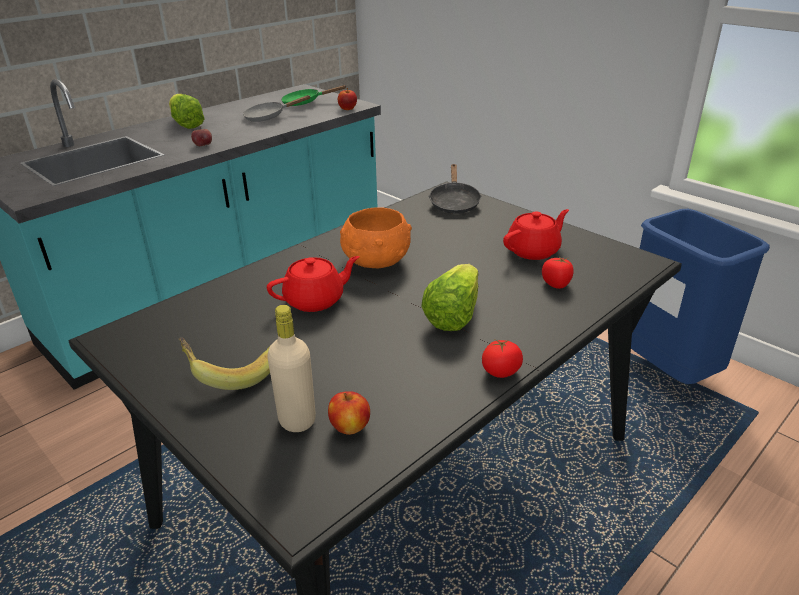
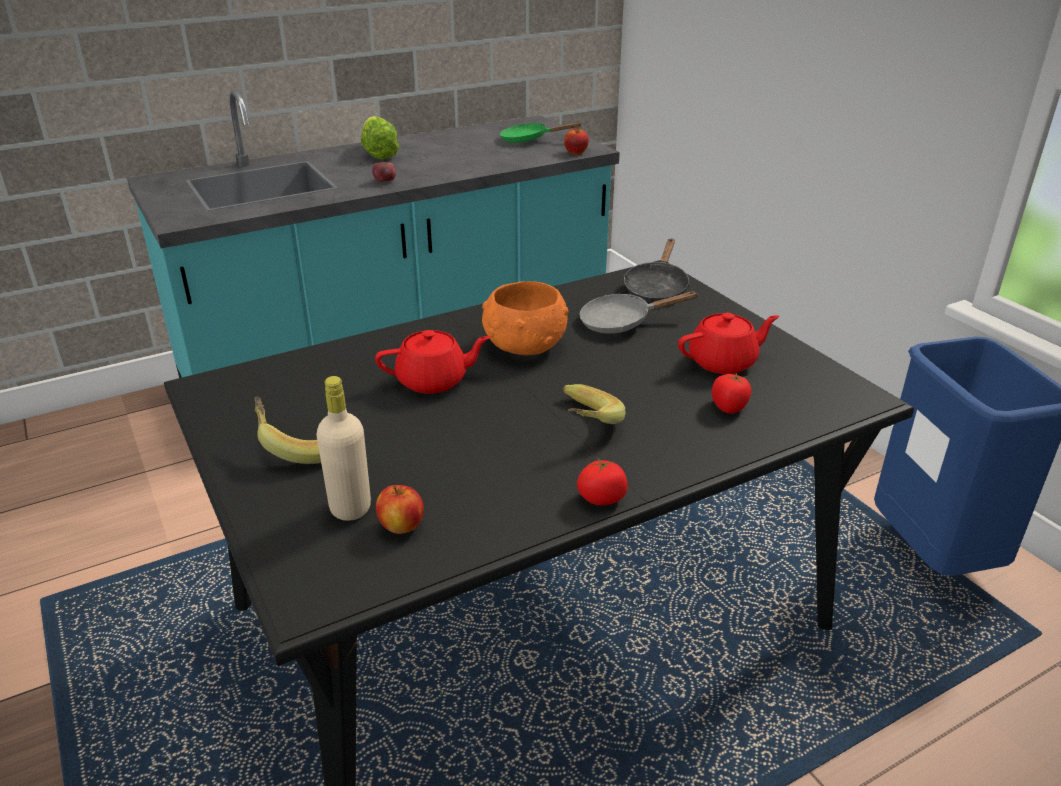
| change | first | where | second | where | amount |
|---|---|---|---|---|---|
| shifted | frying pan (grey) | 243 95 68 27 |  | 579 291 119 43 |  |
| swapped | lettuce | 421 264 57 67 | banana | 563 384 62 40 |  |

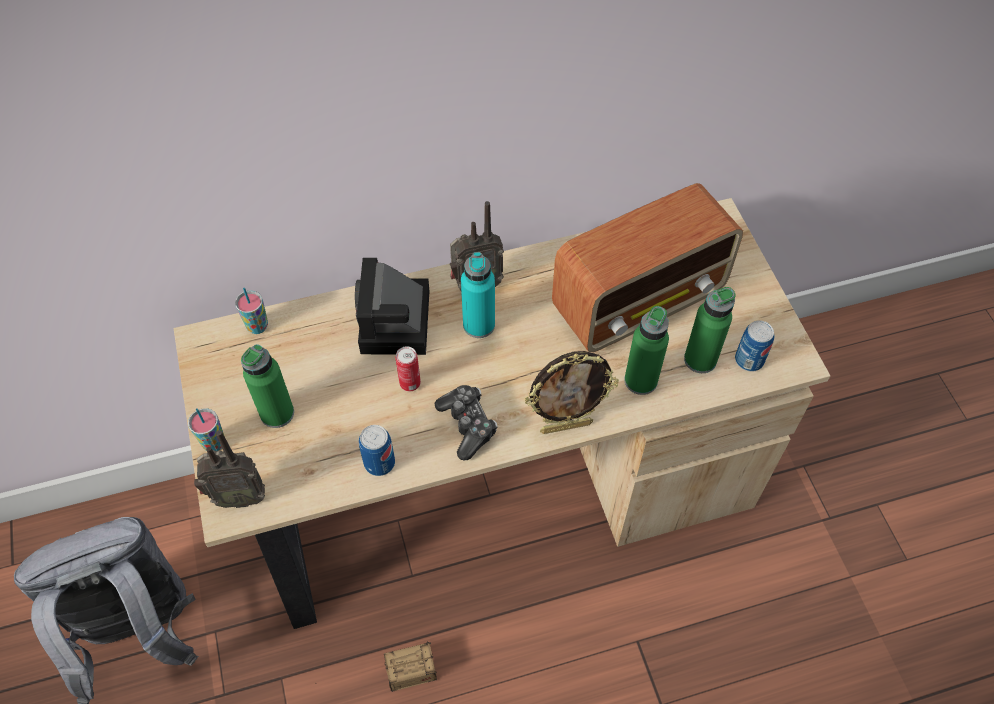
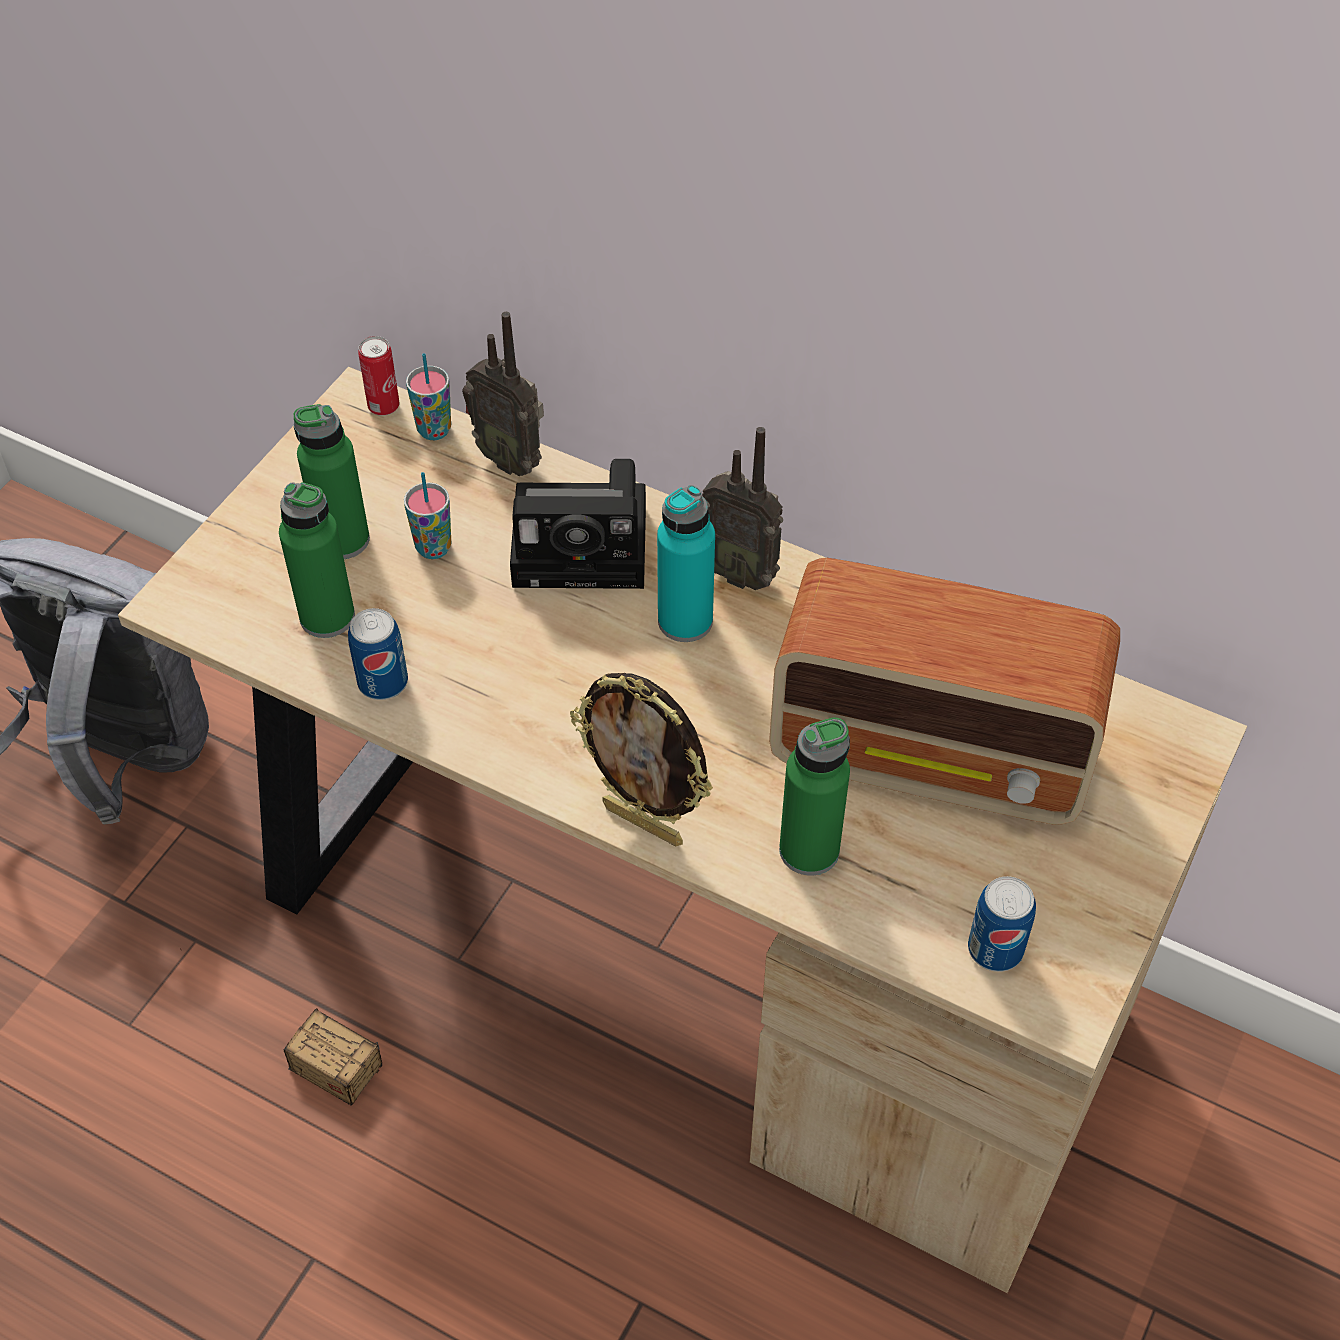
| change | first | where | second | where | amount |
|---|---|---|---|---|---|
| rotated | photo camera | 355 258 74 97 |  | 510 459 136 130 | 135 degrees counterclockwise |
| shifted | bottle (green) | 684 287 52 86 |  | 279 482 76 156 |  |
| shifted | can | 396 346 25 46 |  | 358 336 41 80 |  |
| gone | game controller | 434 385 63 75 |  |  |  |
| shifted | cup | 188 408 37 43 |  | 404 472 47 87 |  |
| shifted | radio | 194 430 71 78 |  | 462 312 82 164 |  |

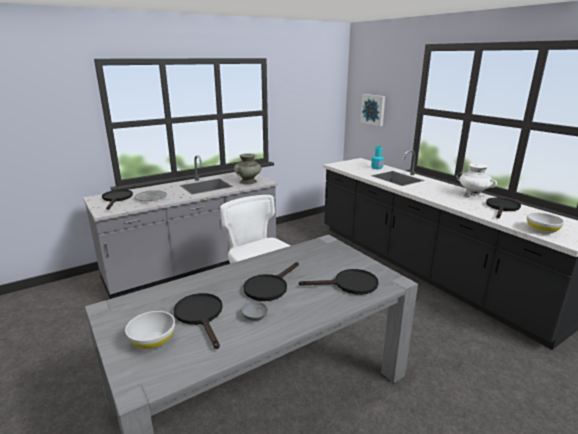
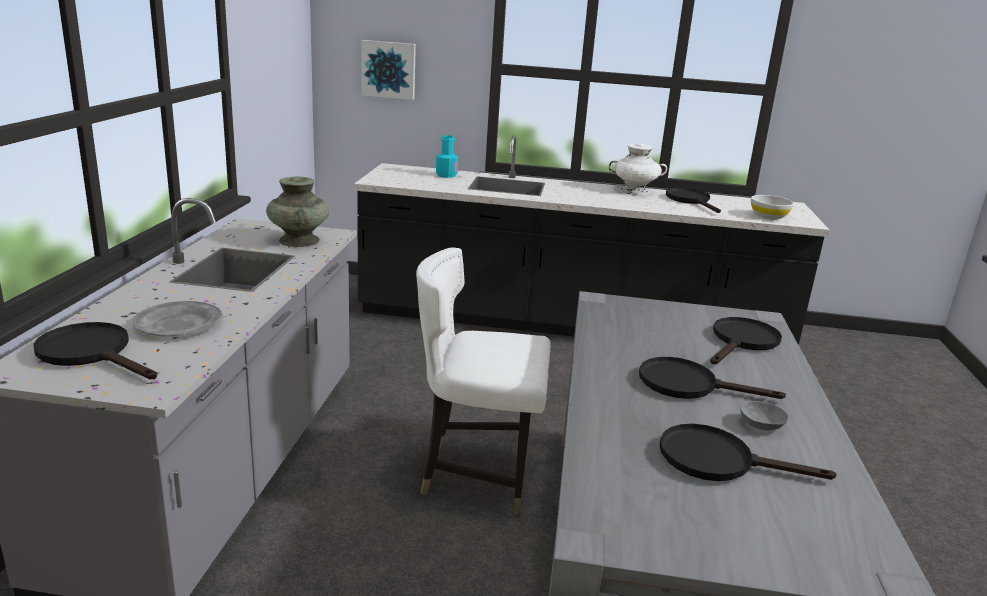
| change | first | where | second | where | amount |
|---|---|---|---|---|---|
| rotated | frying pan (black) | 243 262 56 39 |  | 639 357 147 42 | 120 degrees clockwise |
| gone | bowl (white) | 125 311 50 39 |  |  |  |

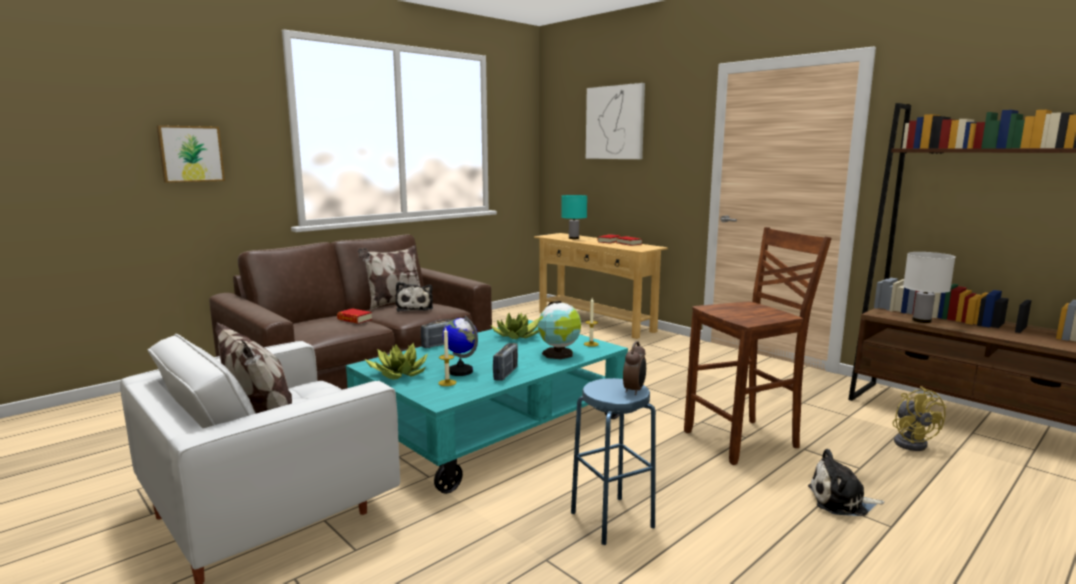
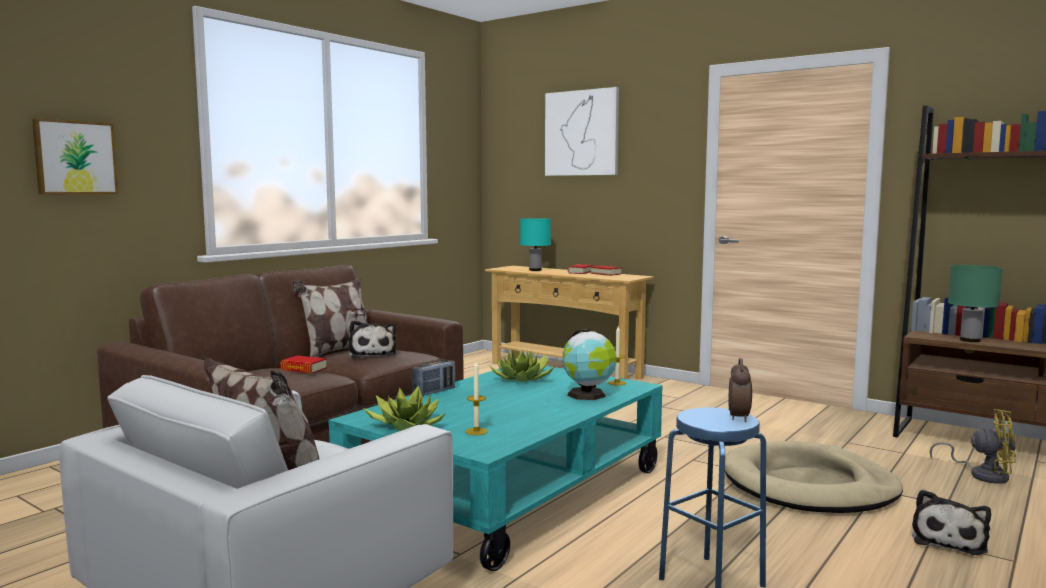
| change | first | where | second | where | amount |
|---|---|---|---|---|---|
| swapped | stool (brown) | 684 227 147 238 | dog bed (beige) | 725 441 178 72 |  |
| repainted | table lamp (white) | 903 252 53 71 | table lamp (green) | 948 265 55 77 |  |
| gone | globe | 442 316 36 60 |  |  |  |
| gone | radio | 493 343 25 38 |  |  |  |
| rotated | fan (yellow) | 892 386 54 65 |  | 930 409 86 75 | 45 degrees counterclockwise |
| rotated | plush toy | 808 449 76 67 |  | 912 489 79 66 | 60 degrees counterclockwise |

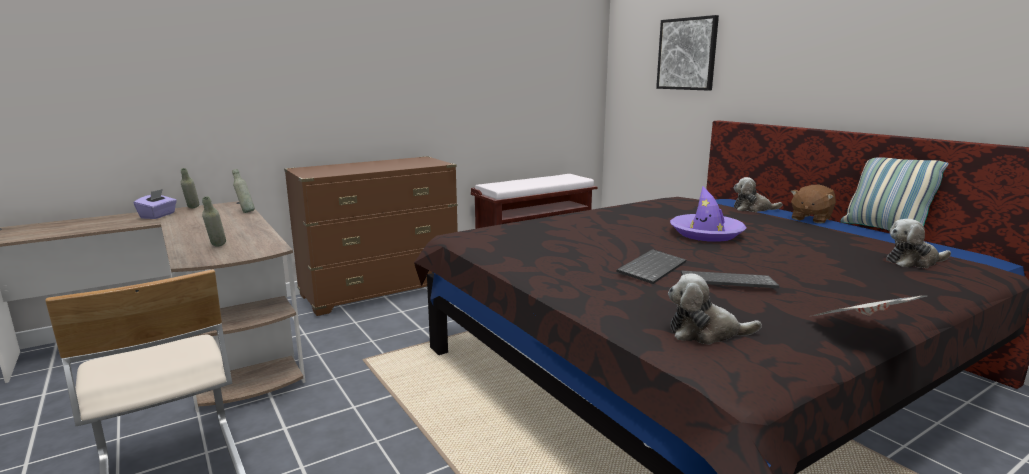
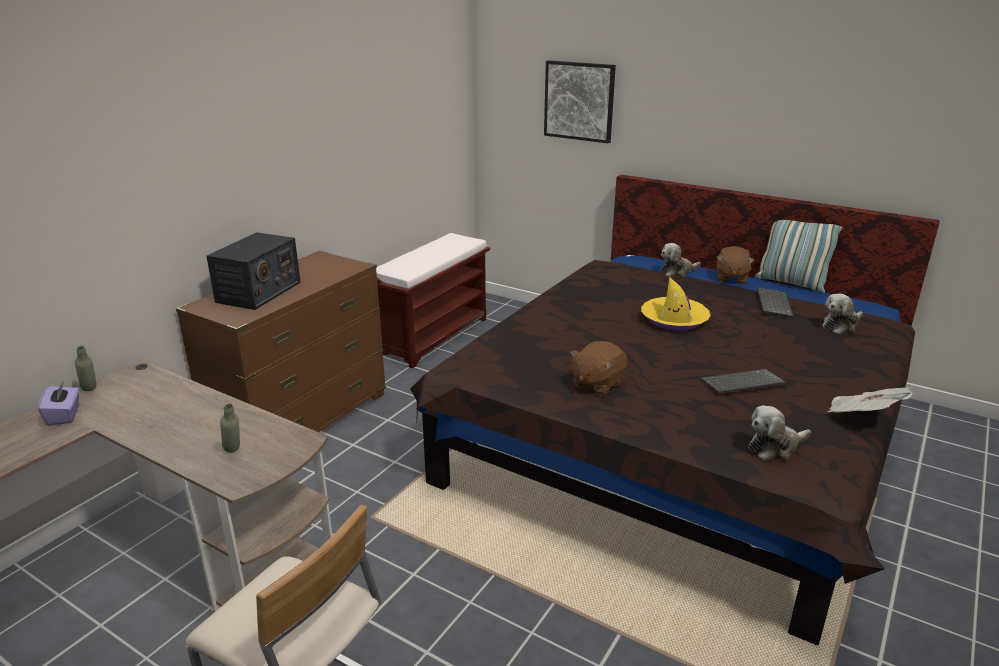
| change | first | where | second | where | amount |
|---|---|---|---|---|---|
| gone | bottle (grey) | 232 169 23 44 |  |  |  |
| repainted | hat (purple) | 670 186 76 56 | hat (yellow) | 641 277 70 54 |  |
| shifted | keyboard | 616 249 70 35 |  | 757 287 36 31 |  |
| new |  |  | radio | 206 232 95 78 |  |
| new |  |  | plush toy (brown) | 570 341 57 54 |  |

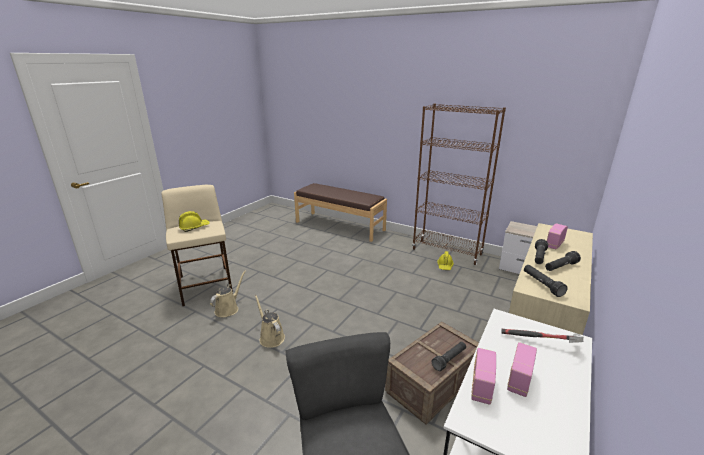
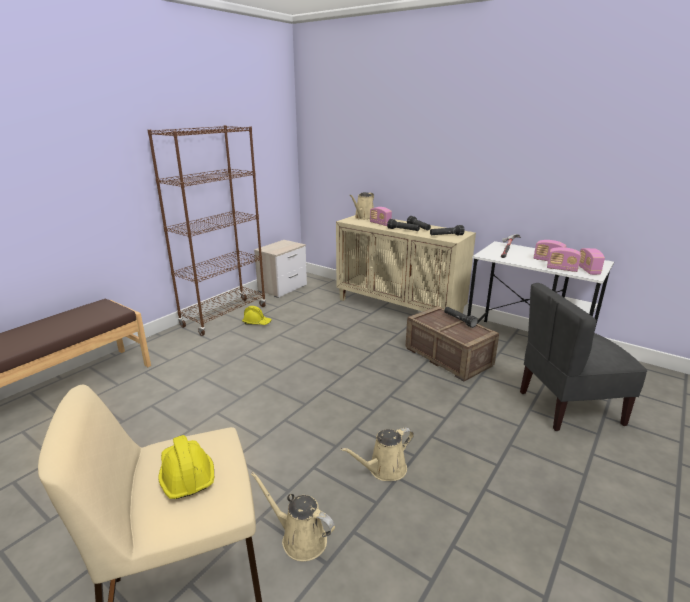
| change | first | where | second | where | amount |
|---|---|---|---|---|---|
| new |  |  | watering can (beige) | 349 192 25 28 |  |
| new |  |  | radio | 579 248 26 27 |  |

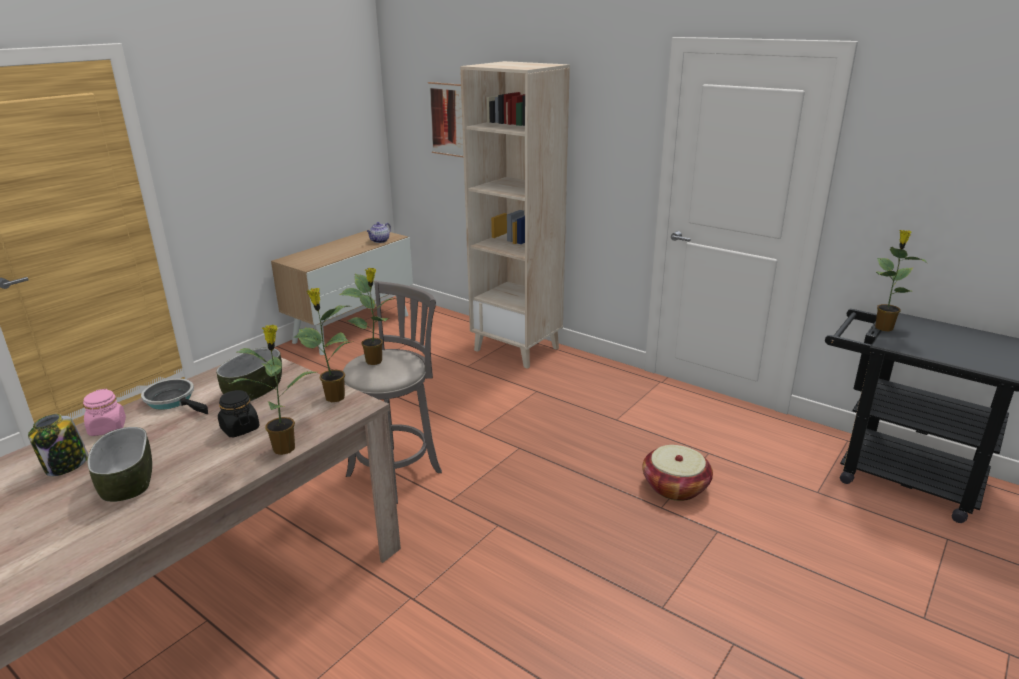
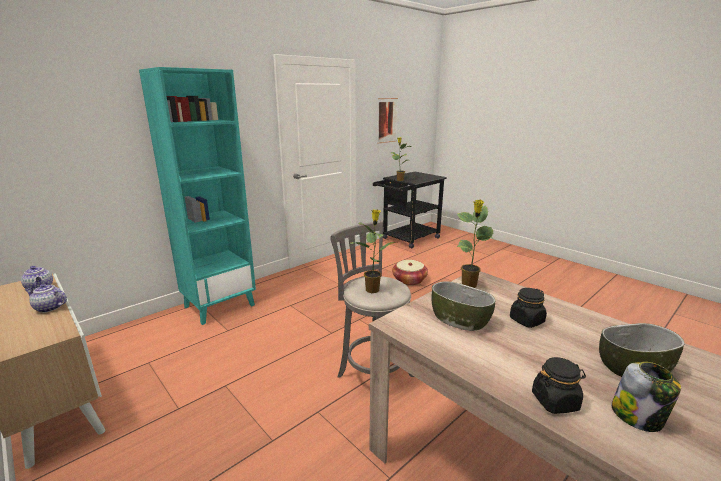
| change | first | where | second | where | amount |
|---|---|---|---|---|---|
| repainted | bookcase (beige) | 460 61 110 308 | bookcase (turquoise) | 139 67 117 258 |  |
| shifted | picture | 428 82 36 76 |  | 378 98 20 45 |  |
| gone | potted plant | 229 325 87 130 |  |  |  |
| gone | frying pan | 141 379 67 35 |  |  |  |
| repainted | jar (pink) | 83 389 43 47 | jar (black) | 532 357 54 57 |  |
| new |  |  | teapot | 25 284 42 29 |  |

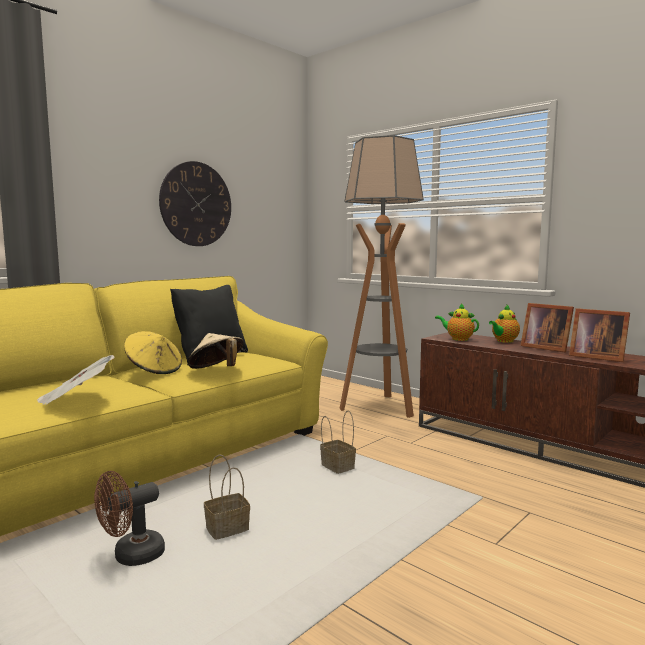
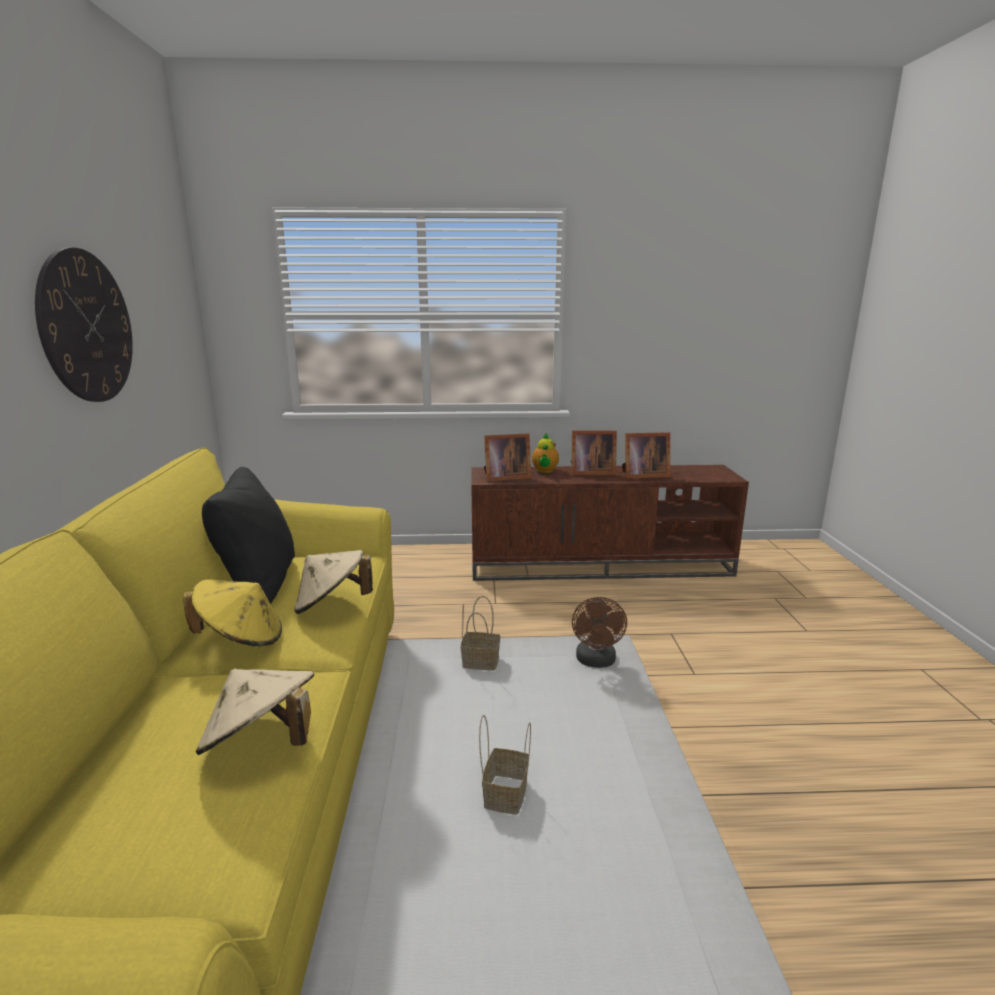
| change | first | where | second | where | amount |
|---|---|---|---|---|---|
| gone | floor lamp | 339 135 85 283 |  |  |  |
| swapped | teapot | 435 303 44 38 | picture frame | 484 433 48 48 |  |
| swapped | newspaper | 37 355 77 50 | hat (beige) | 196 669 118 86 |  |
| shifted | fan (brown) | 94 471 71 95 |  | 572 597 55 71 |  |

